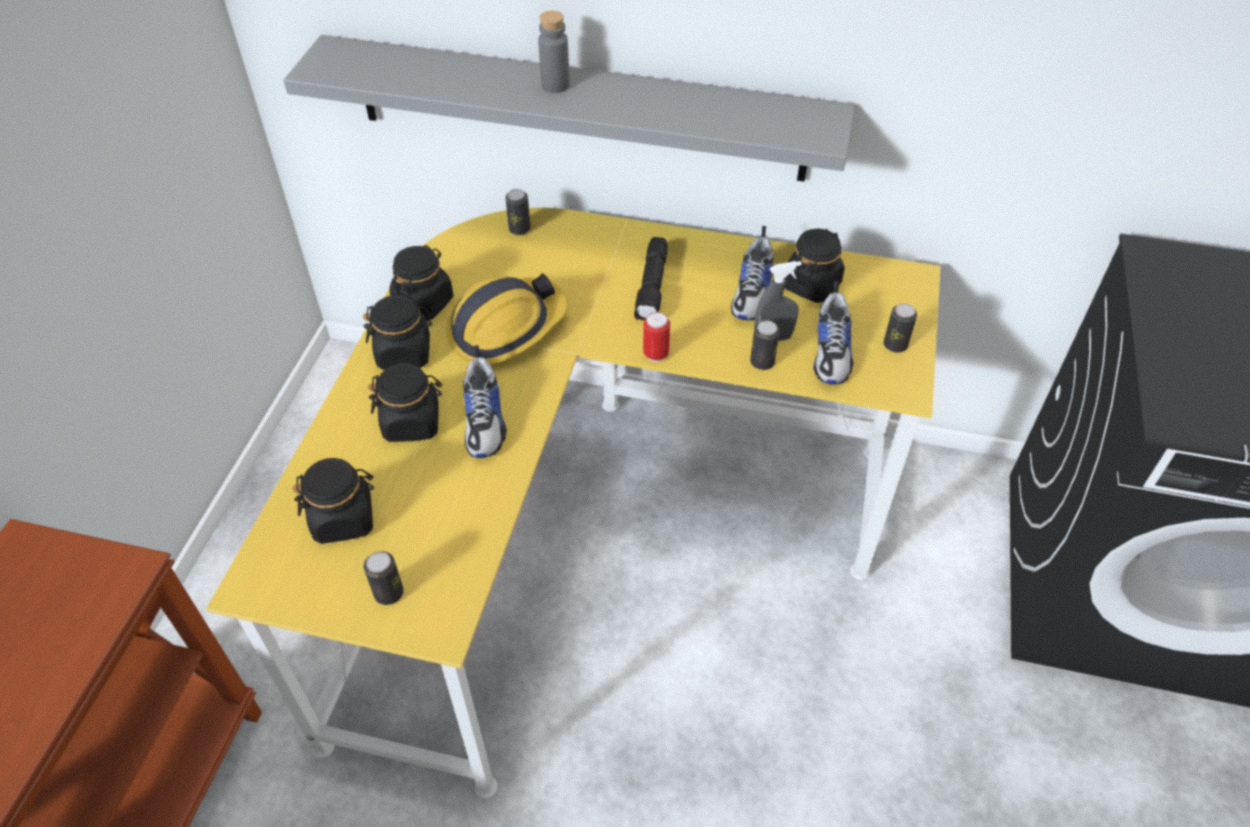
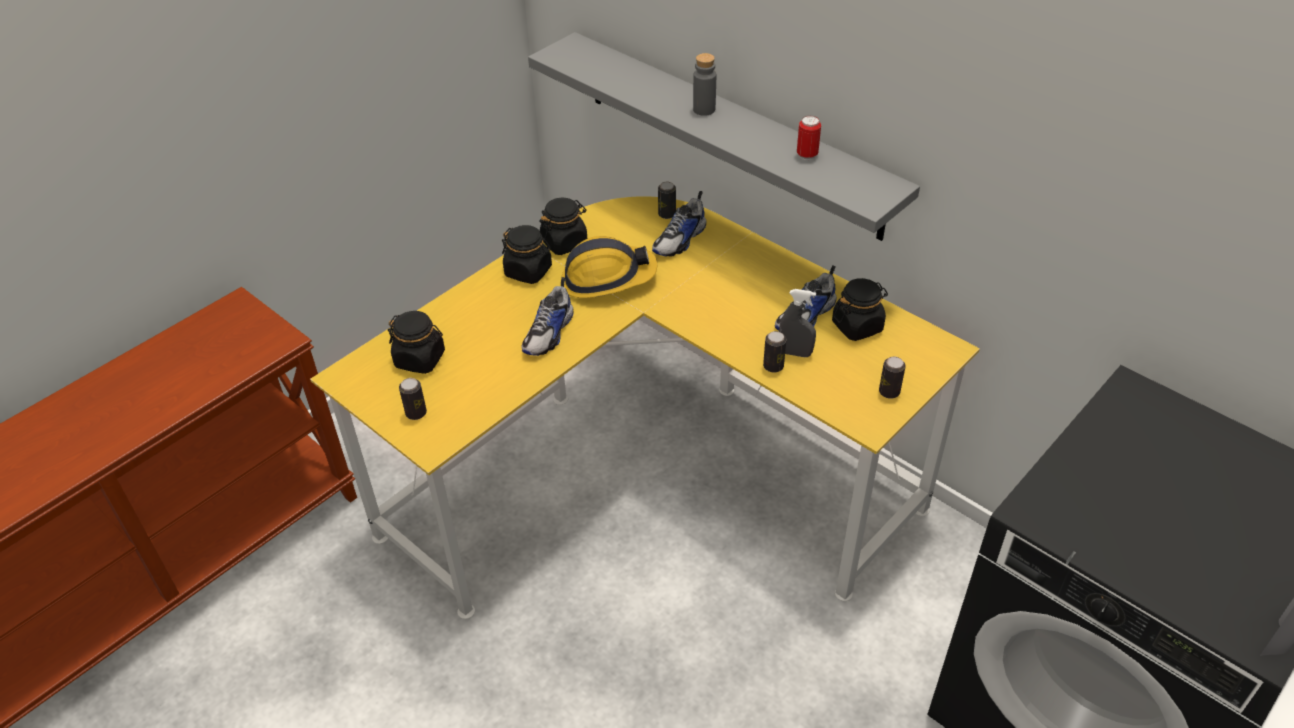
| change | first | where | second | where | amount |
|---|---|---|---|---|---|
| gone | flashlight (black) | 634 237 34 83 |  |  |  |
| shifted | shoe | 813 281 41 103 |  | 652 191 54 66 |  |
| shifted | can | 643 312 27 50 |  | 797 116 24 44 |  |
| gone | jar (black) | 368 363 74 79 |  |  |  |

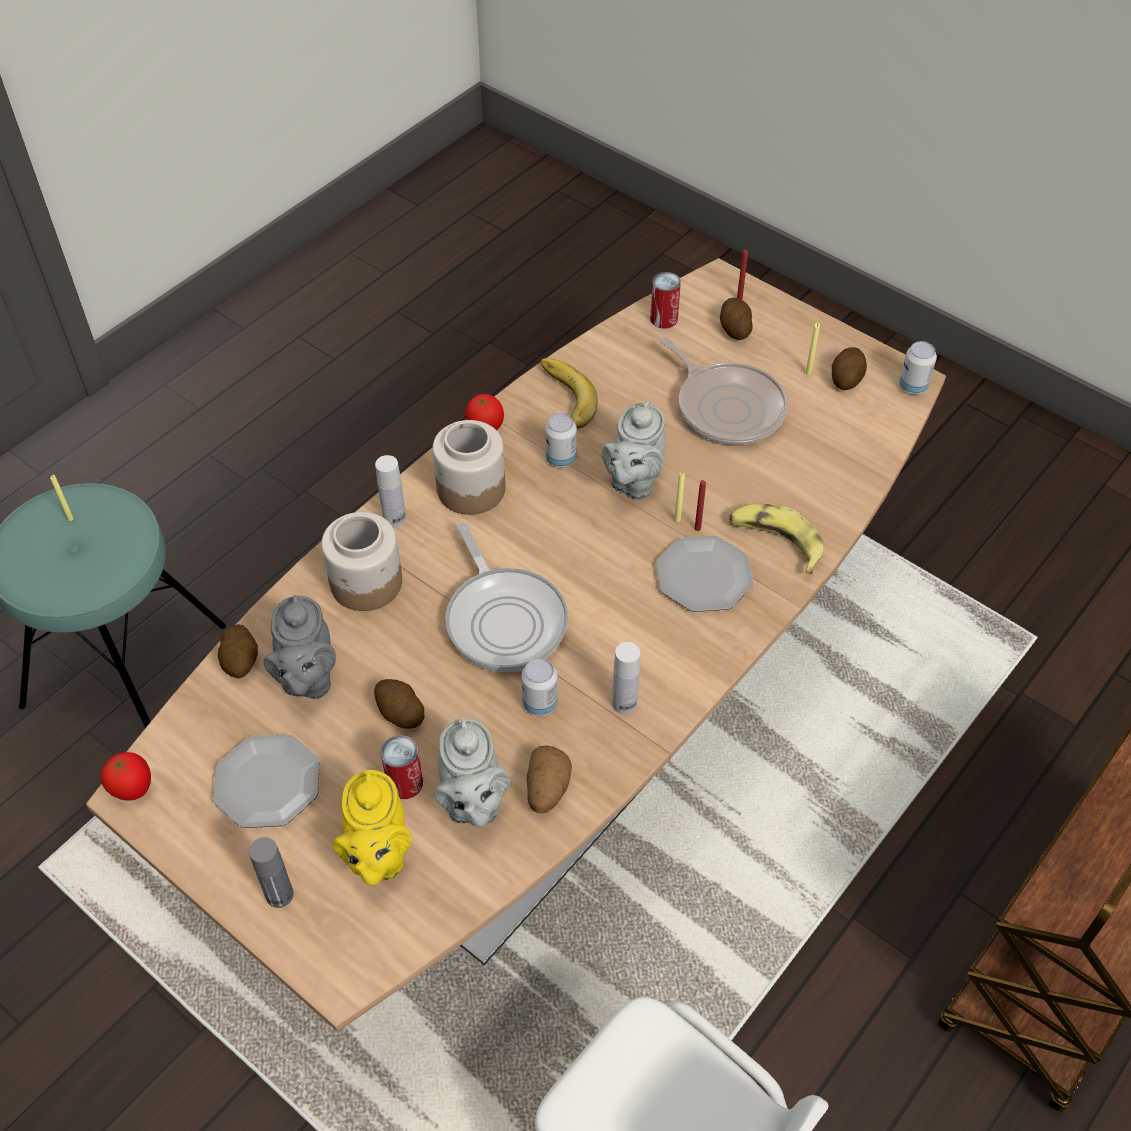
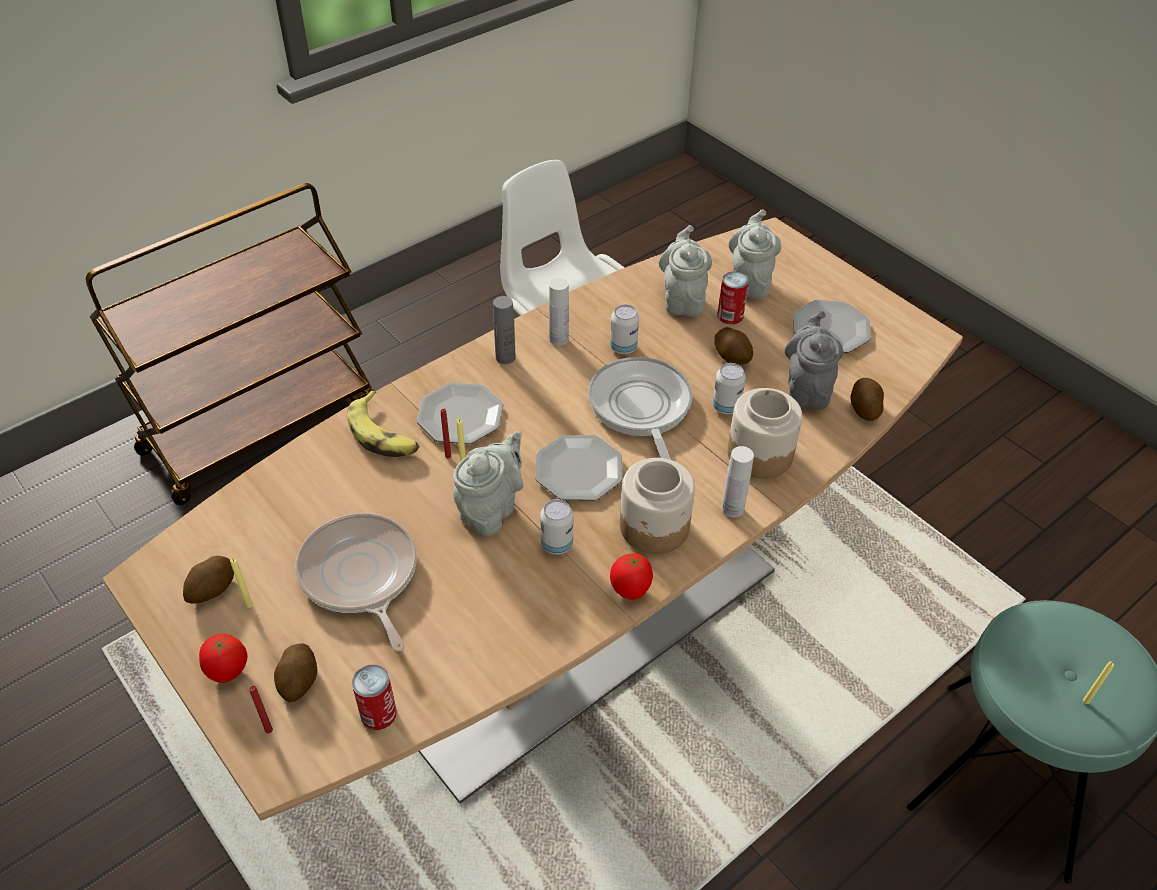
| change | first | where | second | where | amount |
|---|---|---|---|---|---|
| shifted | can | 899 341 38 53 |  | 712 363 34 51 |  |
| gone | banana | 540 358 58 71 |  |  |  |
| gone | potato | 527 746 45 68 |  |  |  |
| shifted | tomato | 100 752 51 49 |  | 199 634 49 49 |  |
| repainted | teapot (yellow) | 333 770 79 115 | teapot (grey) | 729 209 52 90 |  |
| shifted | bottle (grey) | 249 837 45 71 |  | 493 296 23 68 |  |
| new |  |  | plate | 535 435 88 66 |  |

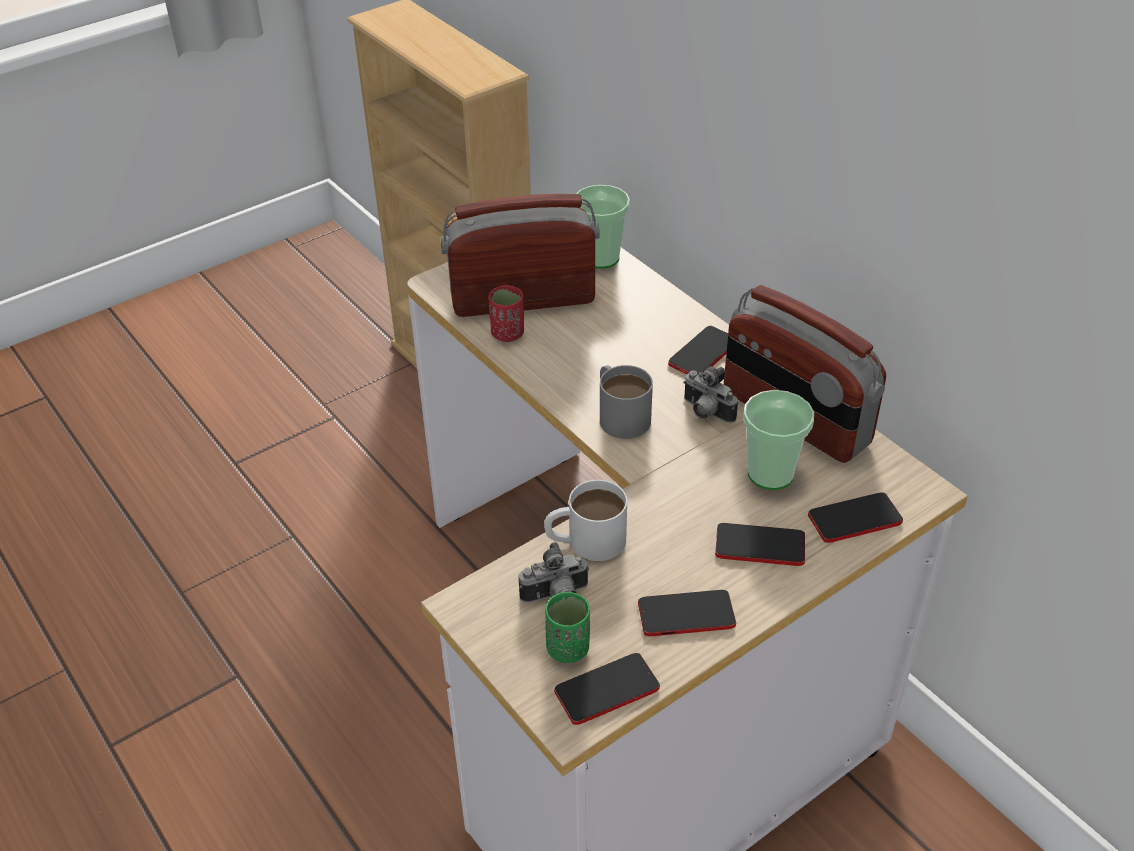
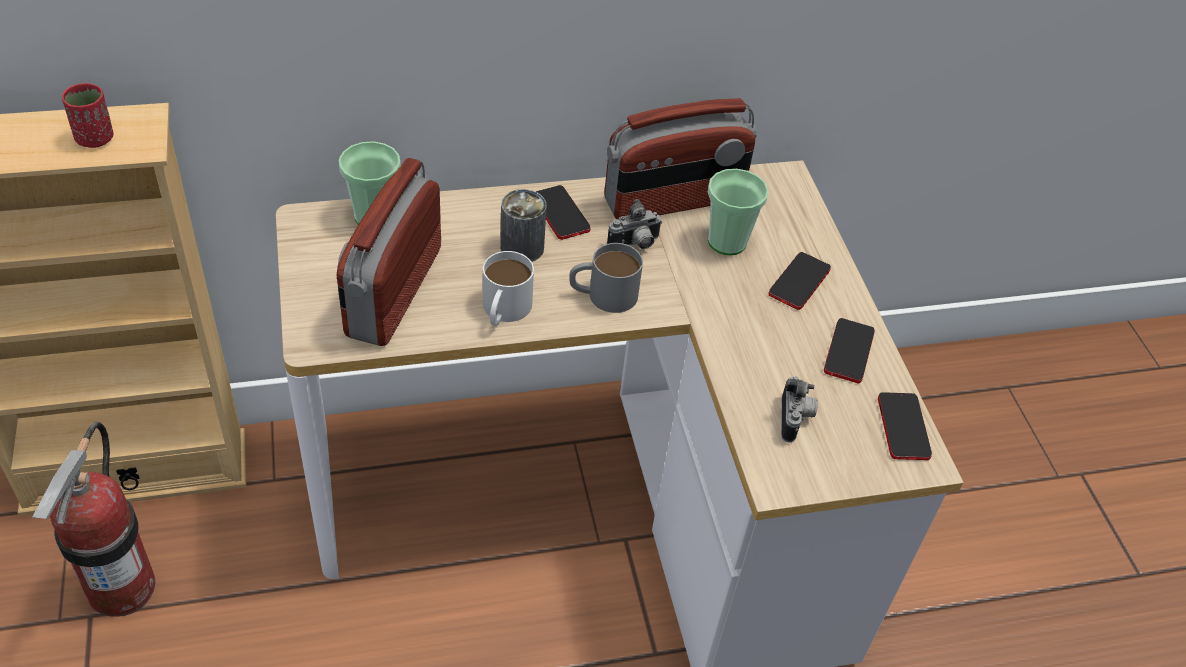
| change | first | where | second | where | amount |
|---|---|---|---|---|---|
| shifted | cup (red) | 489 285 35 57 |  | 62 83 51 65 |  |
| shifted | mug (white) | 544 480 83 81 |  | 483 251 51 75 |  |
| gone | phone | 808 493 95 50 |  |  |  |
| gone | cup (green) | 545 592 45 71 |  |  |  |
| new |  |  | can | 500 189 47 73 |  |
| new |  |  | fire extinguisher | 32 422 123 195 |  |

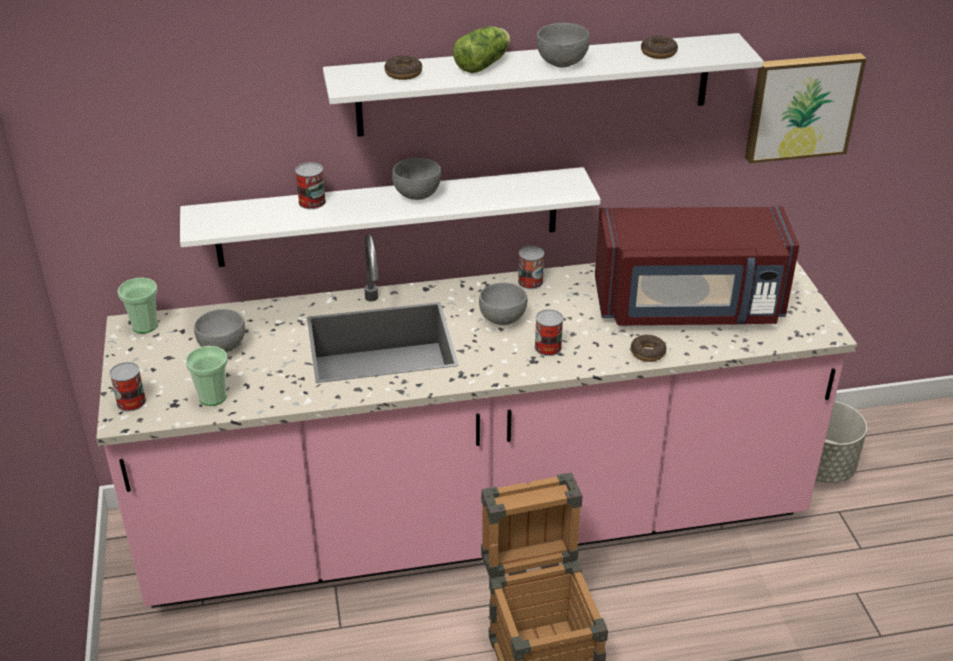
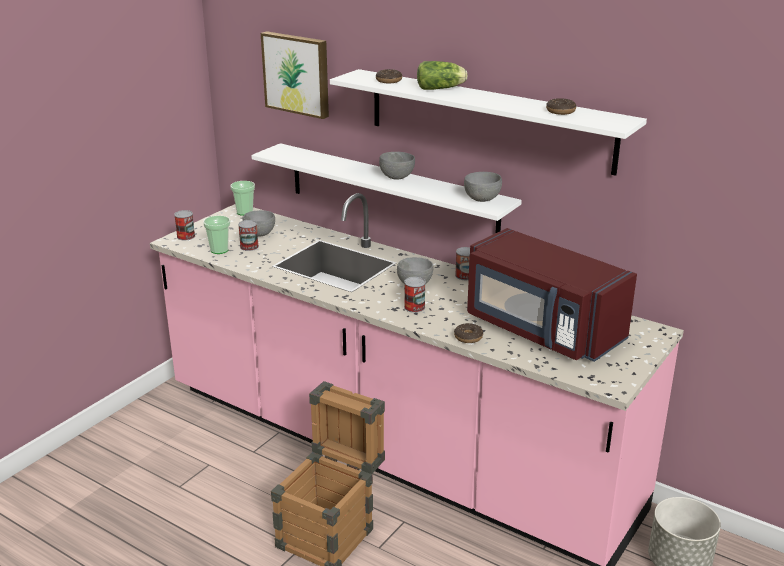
| change | first | where | second | where | amount |
|---|---|---|---|---|---|
| shifted | bowl (grey) | 537 23 53 45 |  | 464 172 38 30 |  |
| shifted | picture | 745 53 121 110 |  | 261 31 68 88 |  |
| shifted | can | 295 162 31 47 |  | 238 220 21 31 |  |

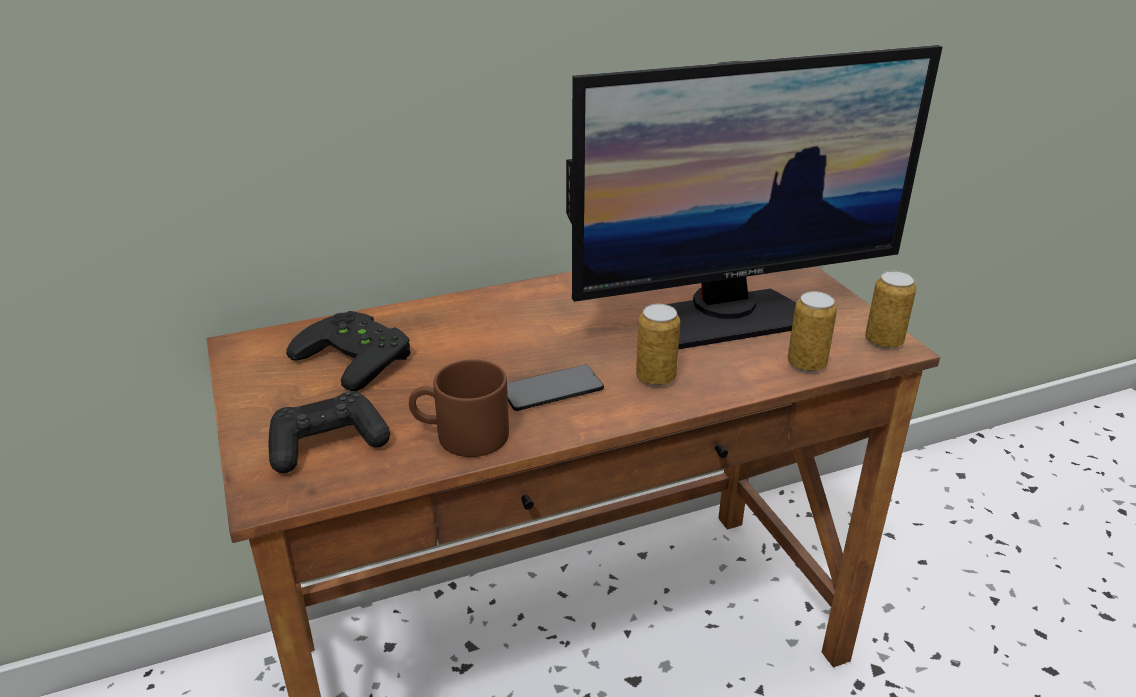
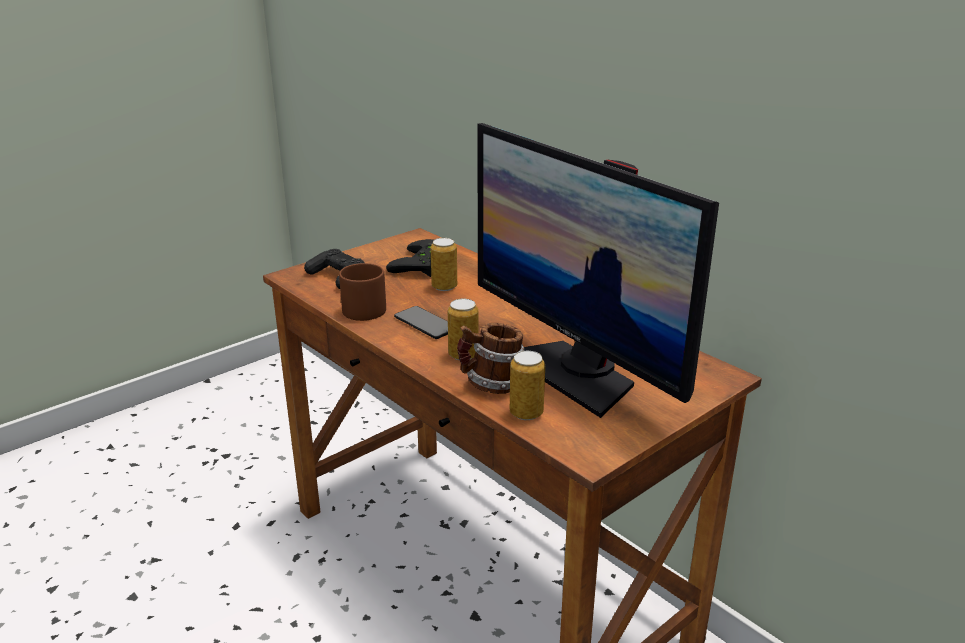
| change | first | where | second | where | amount |
|---|---|---|---|---|---|
| shifted | can | 865 271 51 78 |  | 431 238 26 53 |  |
| new |  |  | mug | 457 323 68 71 |  |

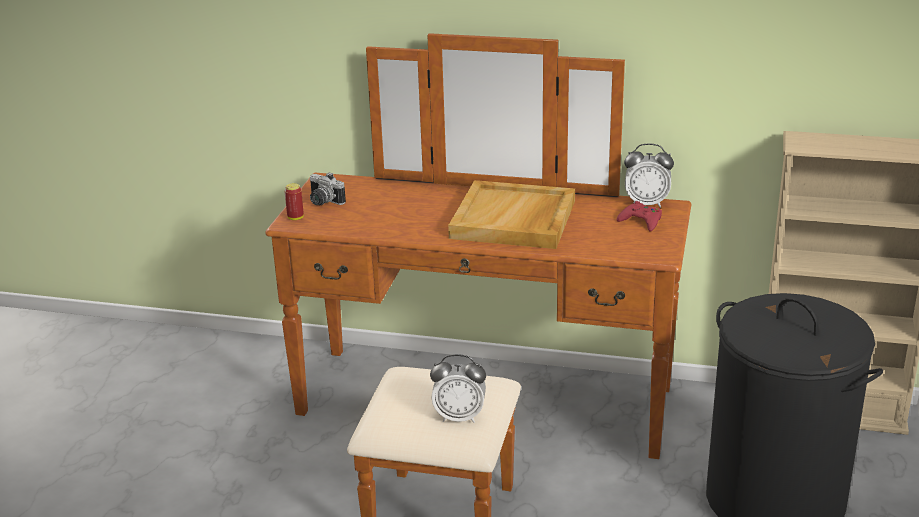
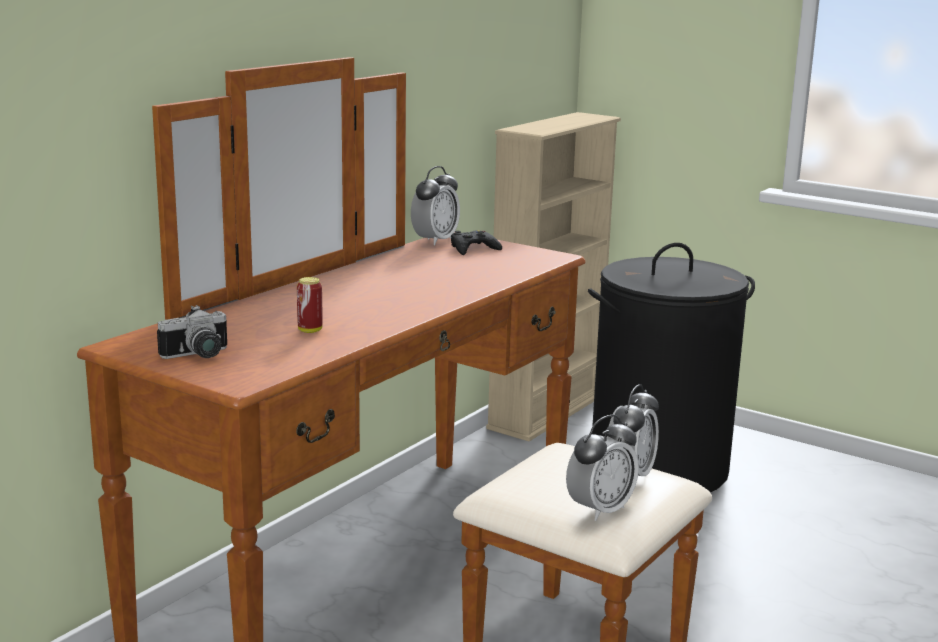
| change | first | where | second | where | amount |
|---|---|---|---|---|---|
| gone | tray (beige) | 448 180 127 69 |  |  |  |
| shifted | can | 285 183 19 37 |  | 297 277 26 56 |  |
| repainted | game controller (red) | 617 201 45 31 | game controller (black) | 451 230 51 25 |  |
| new |  |  | alarm clock | 566 415 73 106 |  |

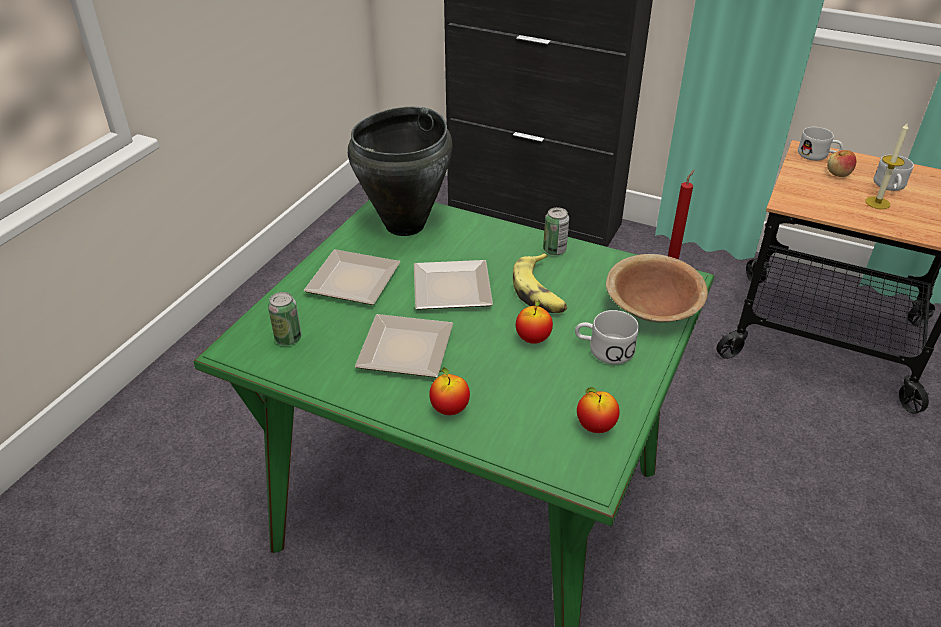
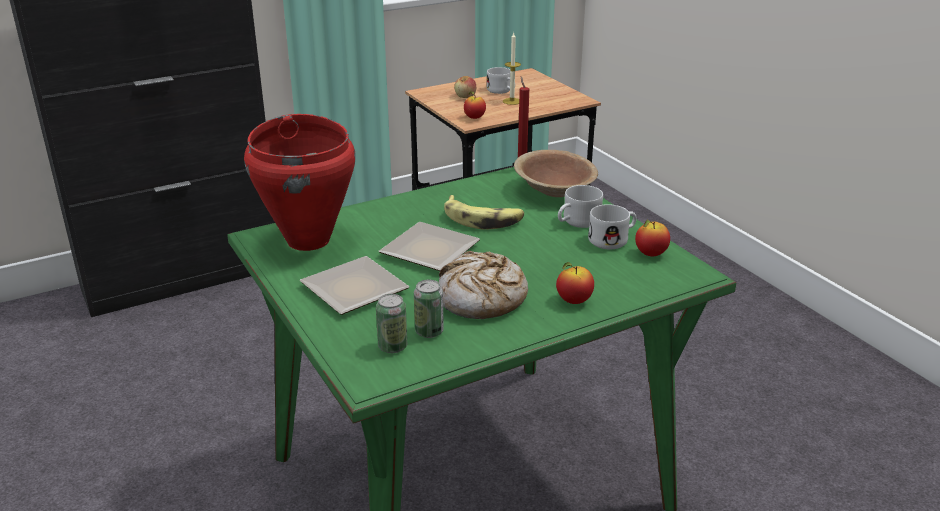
| change | first | where | second | where | amount |
|---|---|---|---|---|---|
| repainted | cooking pot (black) | 348 107 105 129 | cooking pot (red) | 244 114 112 137 |  |
| shifted | mug (white) | 798 127 45 34 |  | 588 204 49 45 |  |
| shifted | can | 543 207 26 48 |  | 414 280 30 58 |  |
| shifted | apple | 516 299 37 45 |  | 464 91 22 28 |  |
| swapped | plate | 355 314 98 64 | bread | 439 251 89 68 |  |

